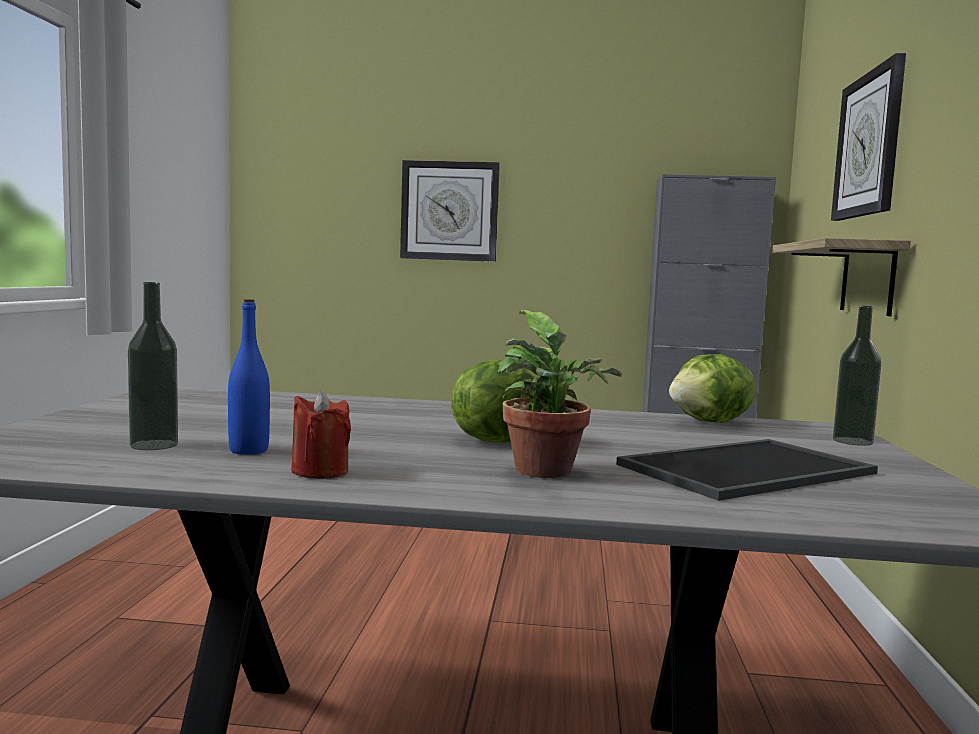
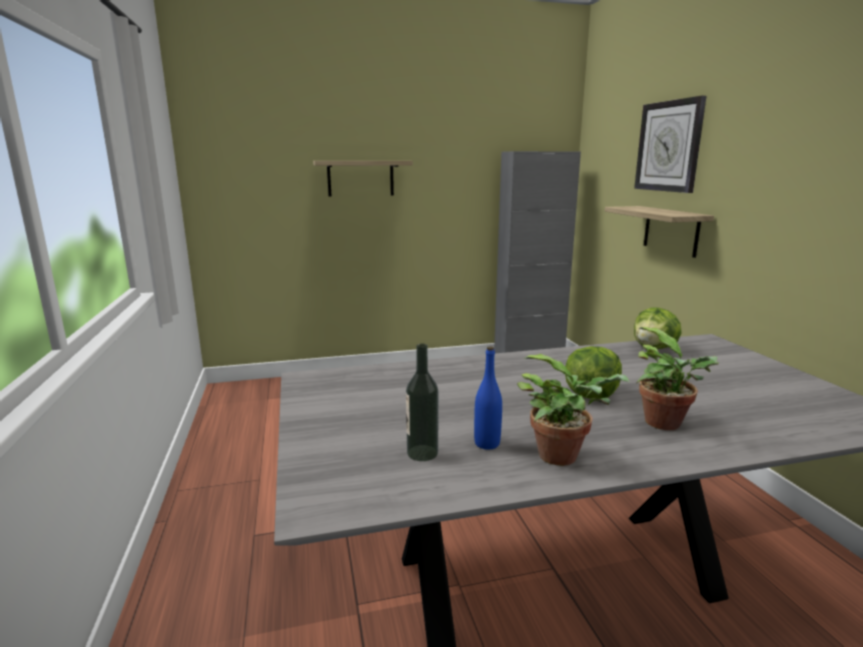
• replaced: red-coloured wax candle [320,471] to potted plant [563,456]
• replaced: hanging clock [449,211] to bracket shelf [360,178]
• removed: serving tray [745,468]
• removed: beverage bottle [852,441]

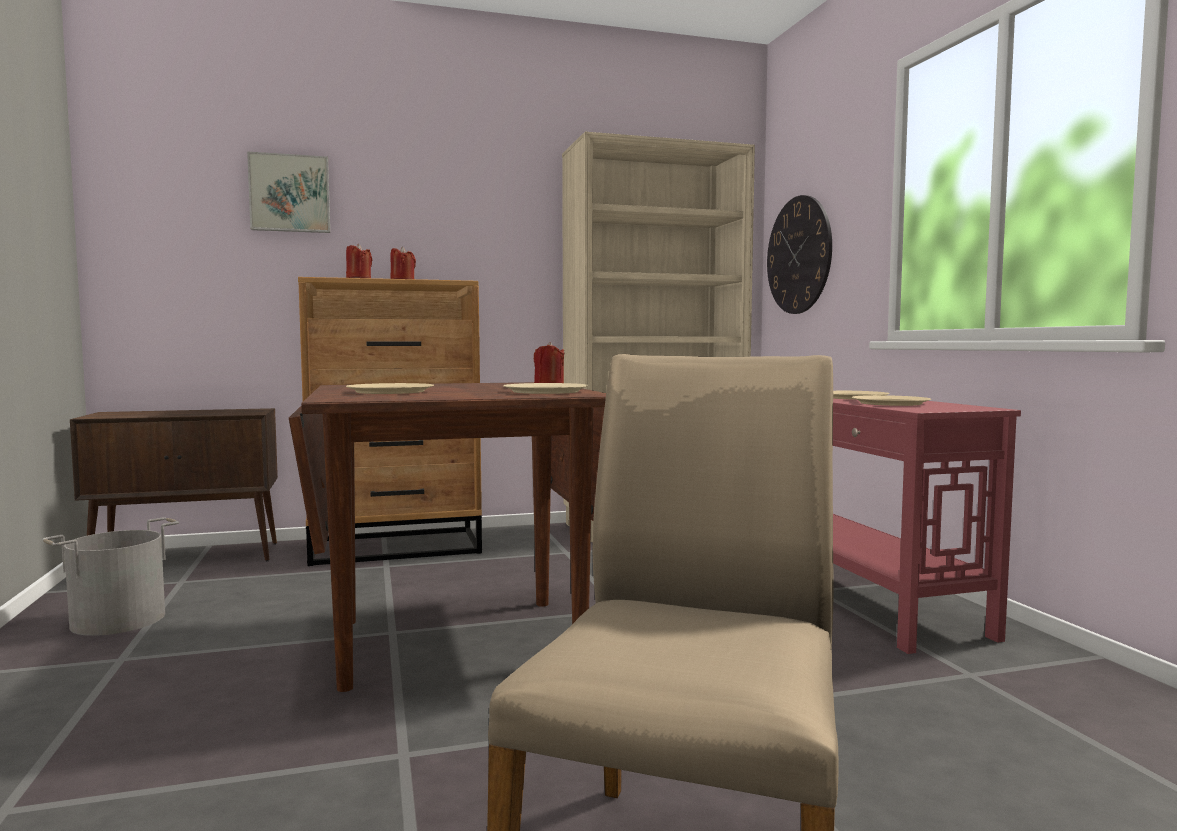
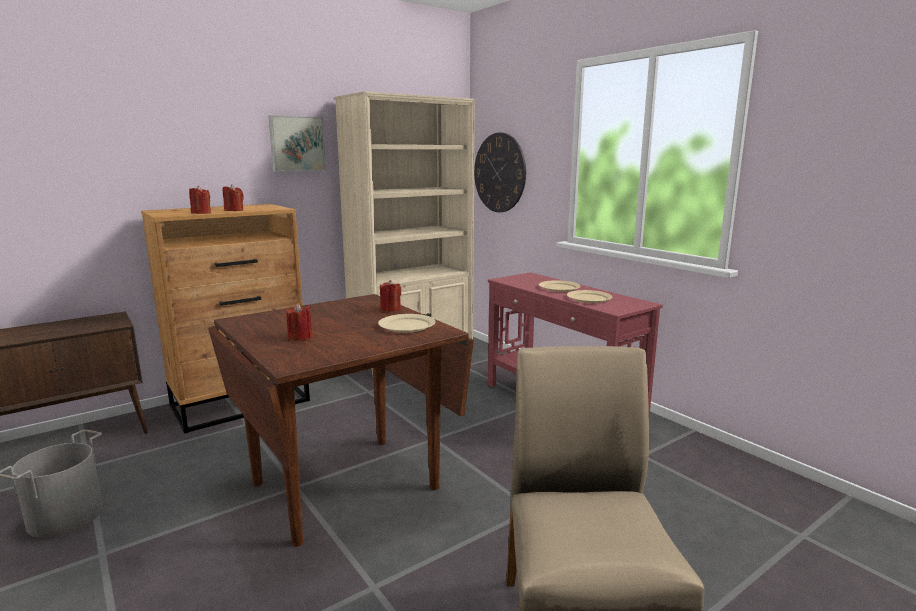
• moved: wall picture [290,194] to [296,144]
• replaced: beige-coloured dinner plate [391,391] to red-coloured wax candle [300,337]

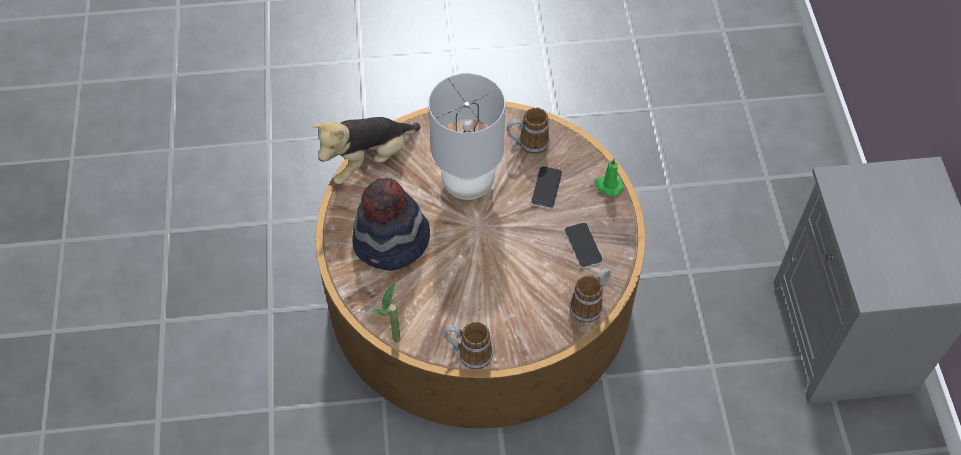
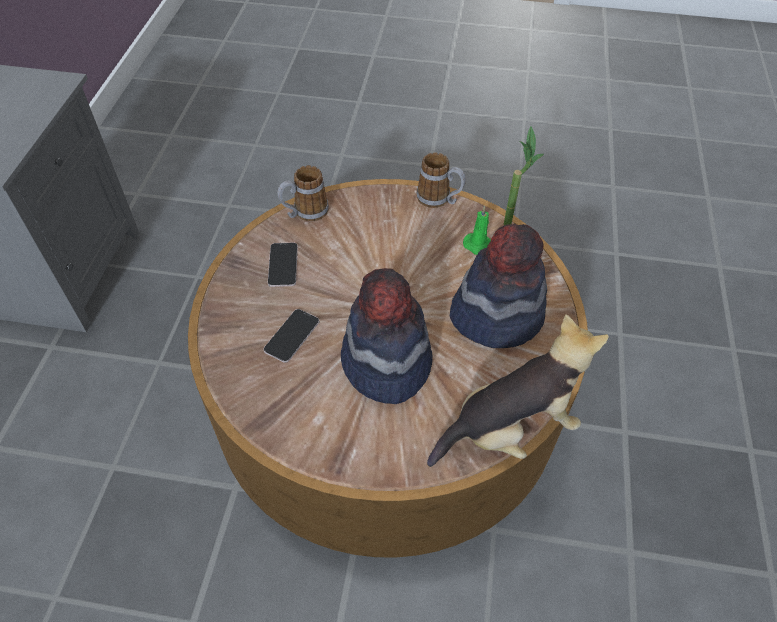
• replaced: gray tabletop lamp [468,184] to clothing hat [385,363]
• removed: coffee mug [527,144]
• moved: greenish wax candle [608,185] to [479,246]

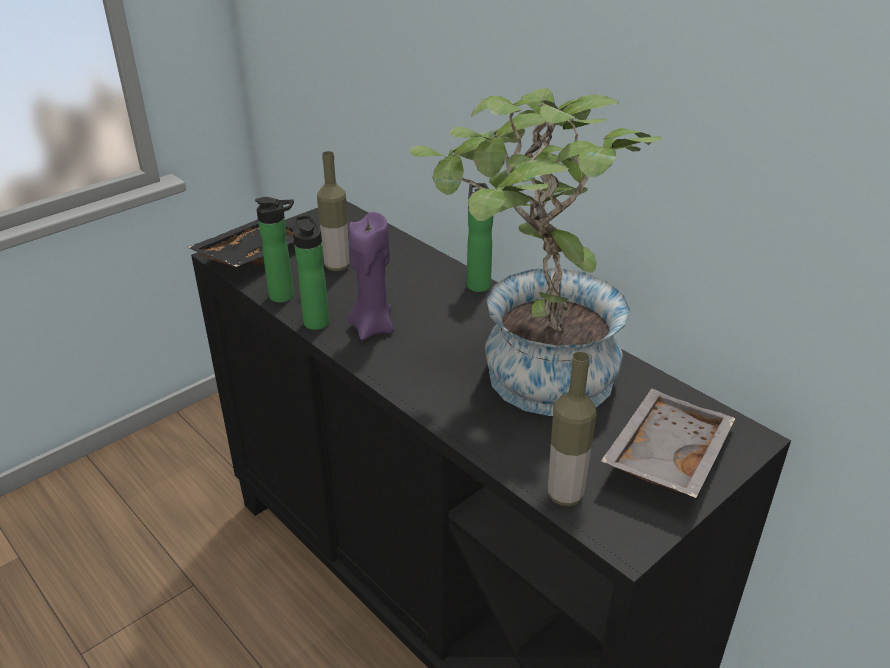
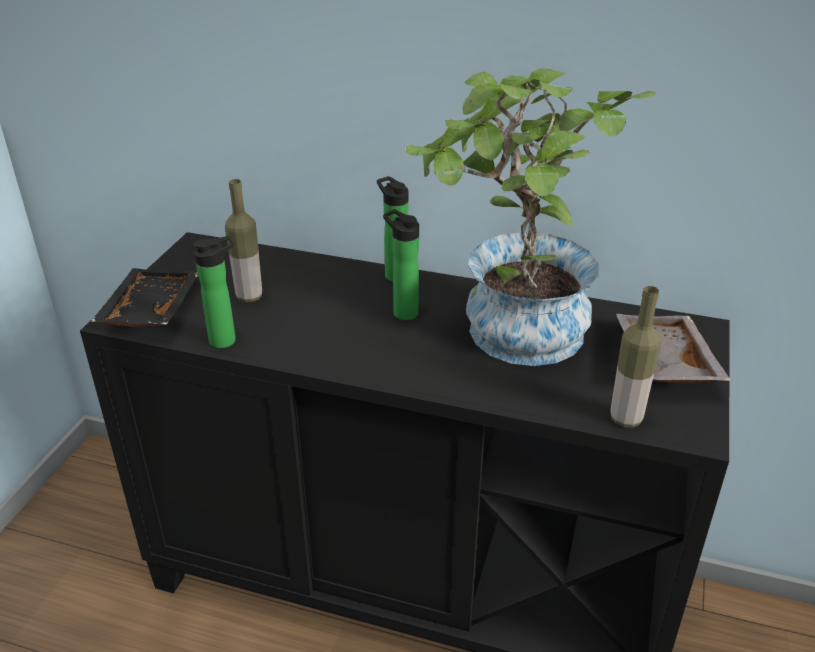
• moved: beverage bottle [315,320] to [402,312]
• removed: purple-coloured wax candle [372,328]

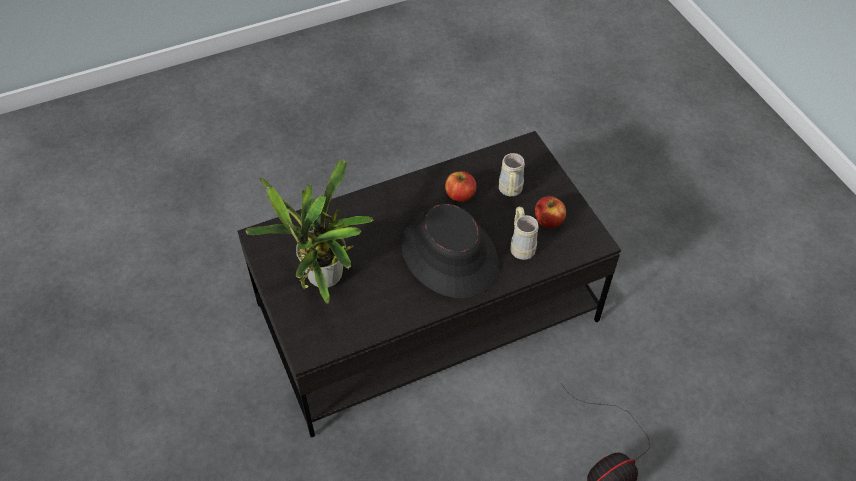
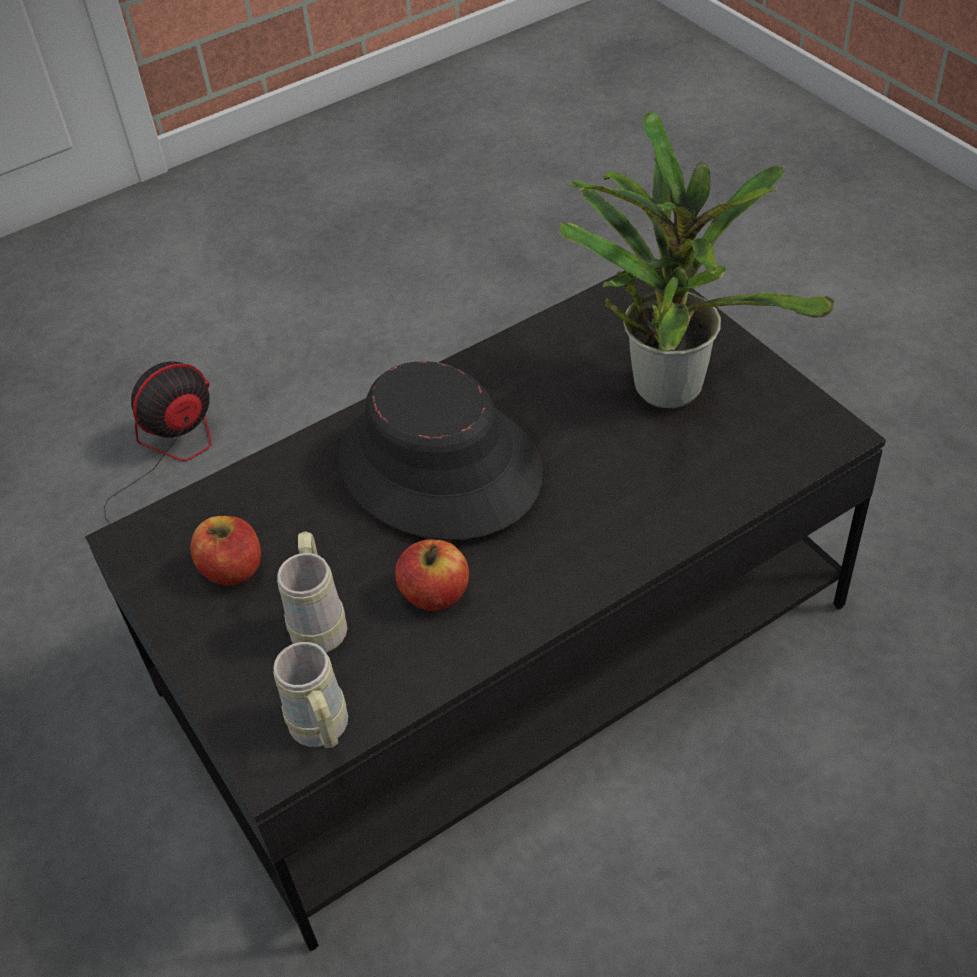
• moved: beige-coloured coffee mug [521,245] to [322,732]

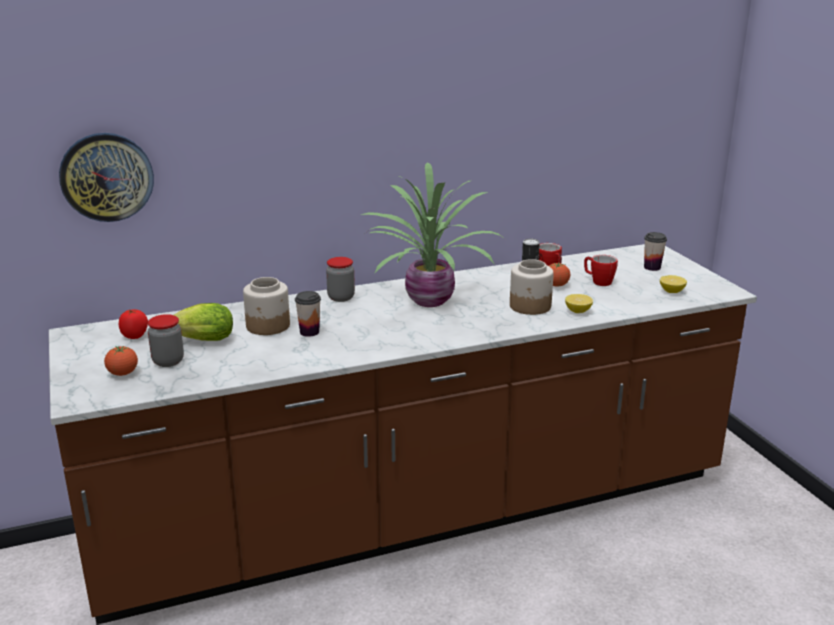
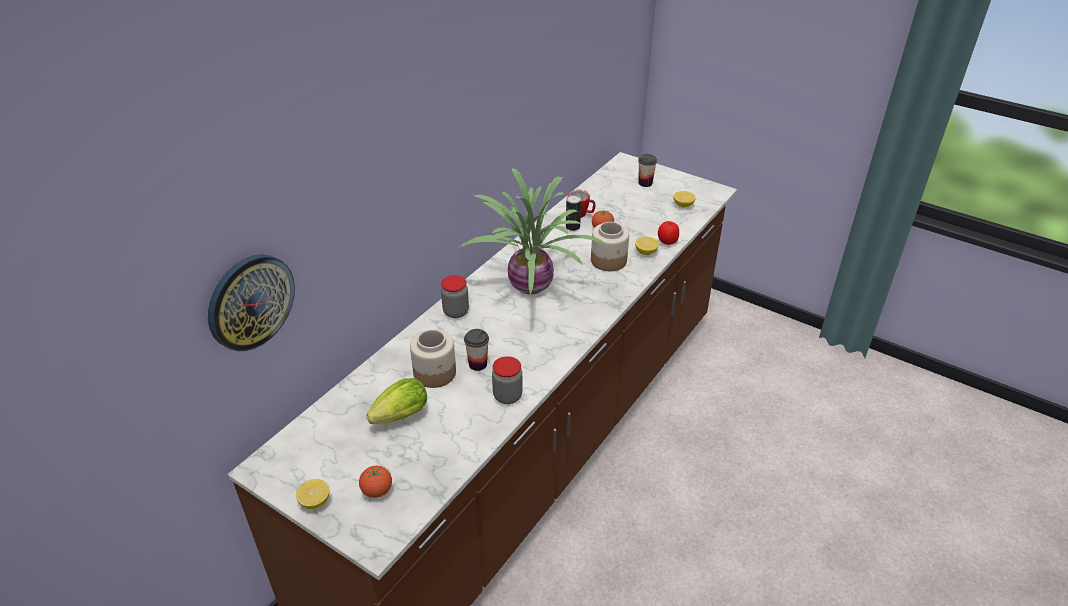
• moved: fresh tomato [135,336] to [667,241]
• moved: preserve jar [168,361] to [507,396]
• removed: coffee mug [598,281]
• added: whole lemon [315,502]

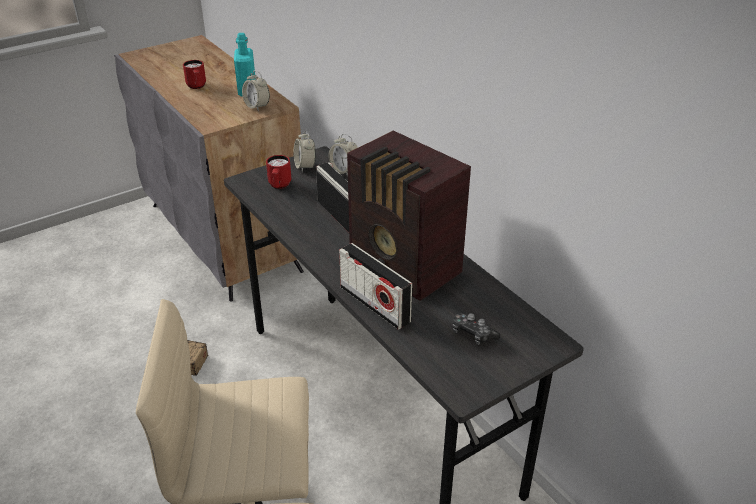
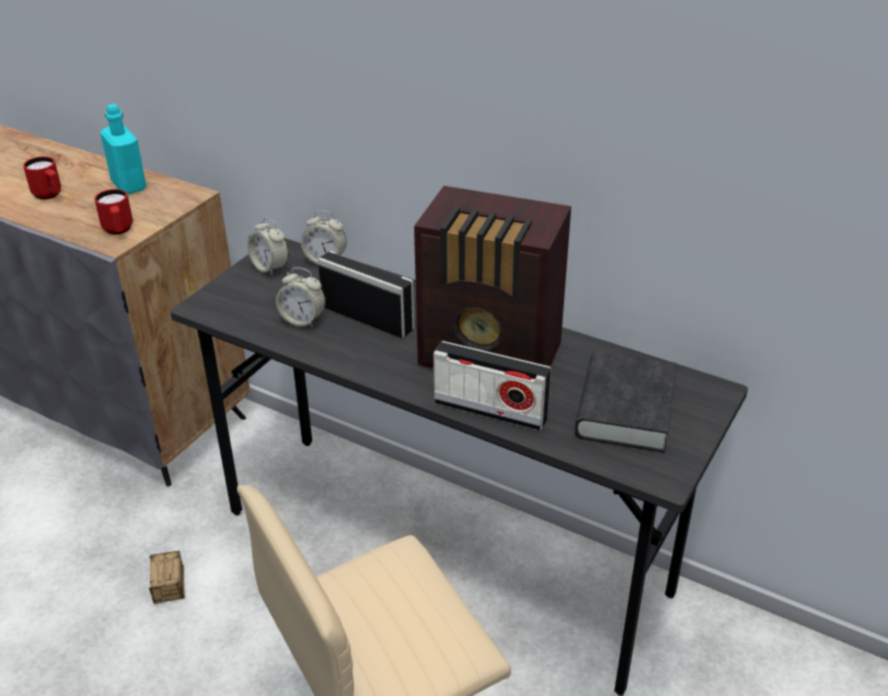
• moved: table clock [257,106] to [303,320]
• moved: red-coloured coffee mug [279,186] to [119,231]
• replaced: joypad [472,334] to blackish bound book [625,409]

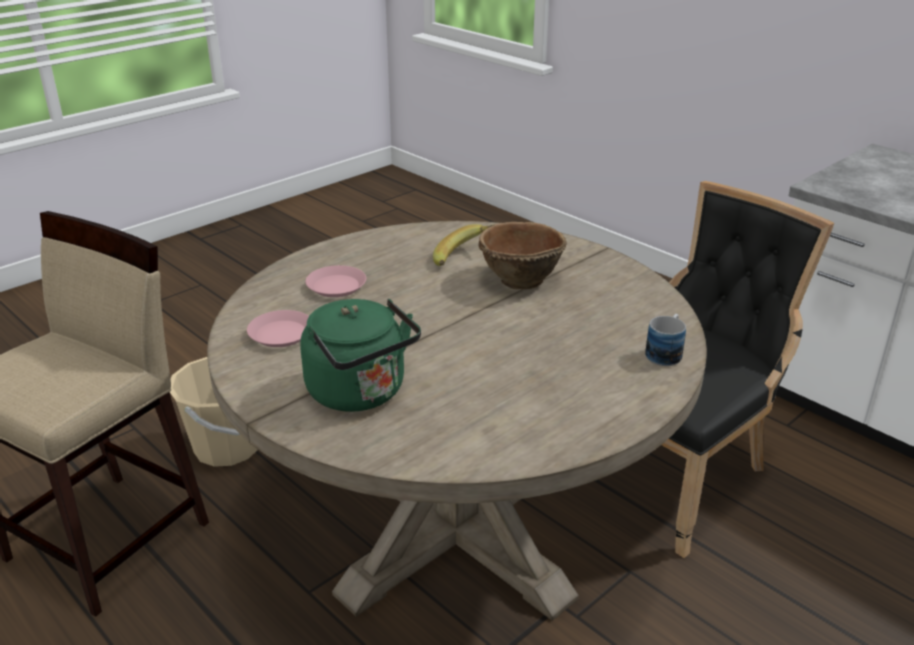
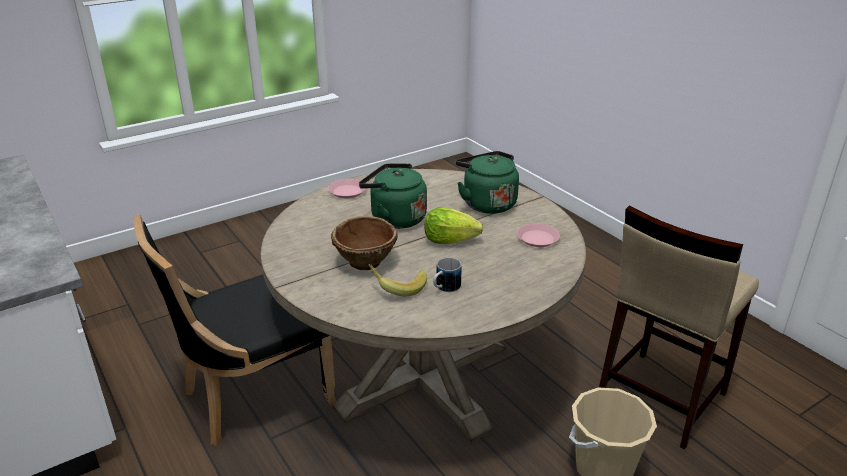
• moved: pinkish dinner plate [336,286] to [347,191]
• moved: coffee mug [665,352] to [445,288]
• added: greenish tea kettle [394,218]
• added: lettuce [449,240]

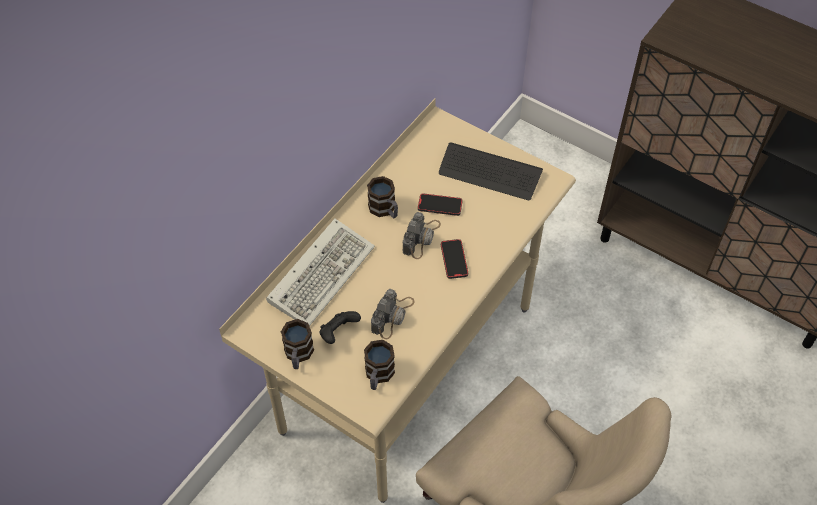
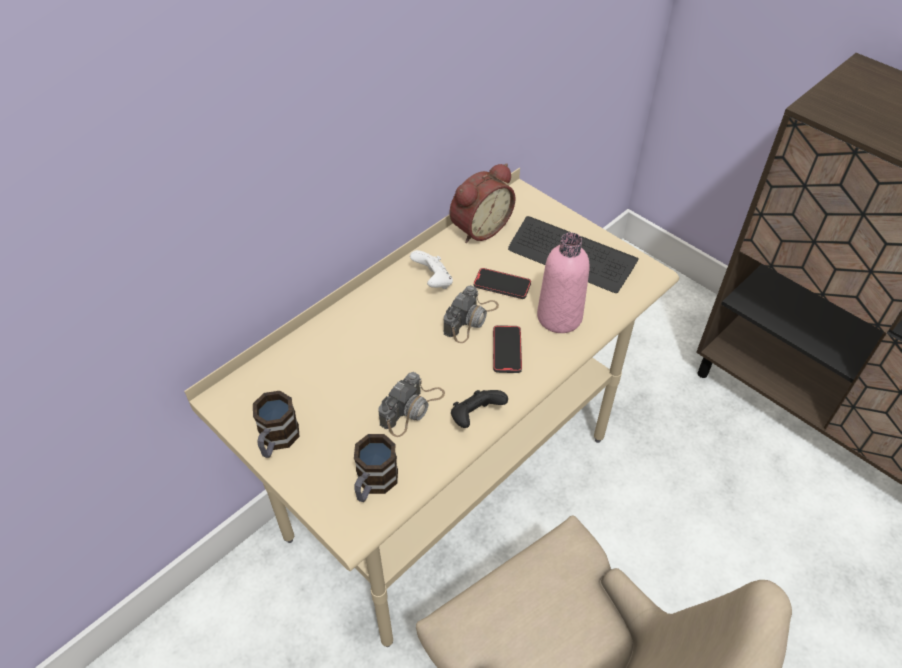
• removed: computer keyboard [322,272]
• moved: blackish joypad [338,333] to [475,417]
• replaced: coffee mug [385,210] to white joypad [433,281]
• added: table clock [479,227]
• added: pinkish beverage bottle [559,317]

